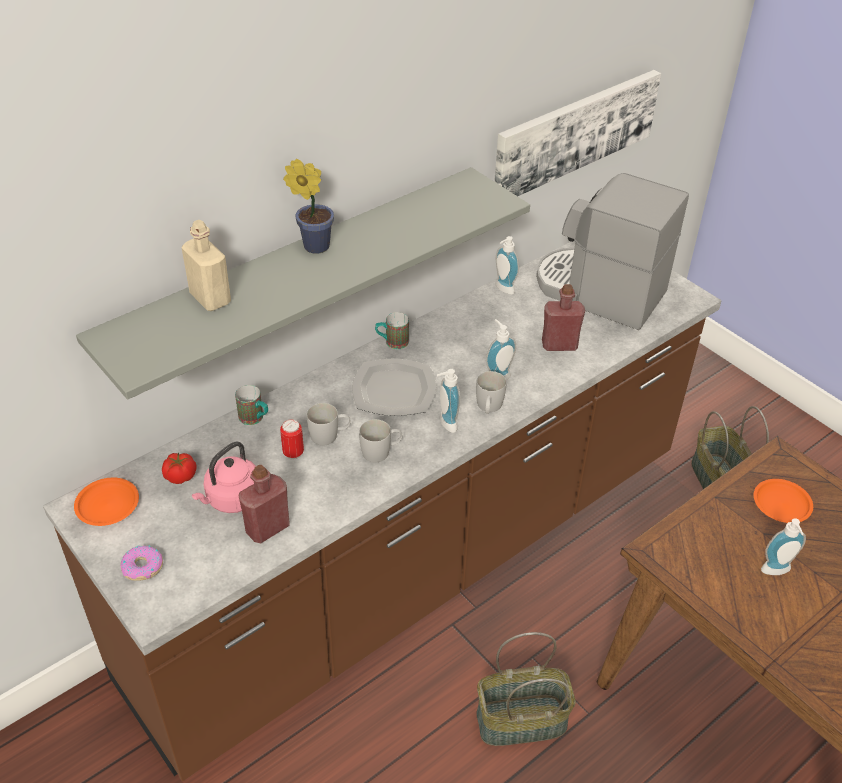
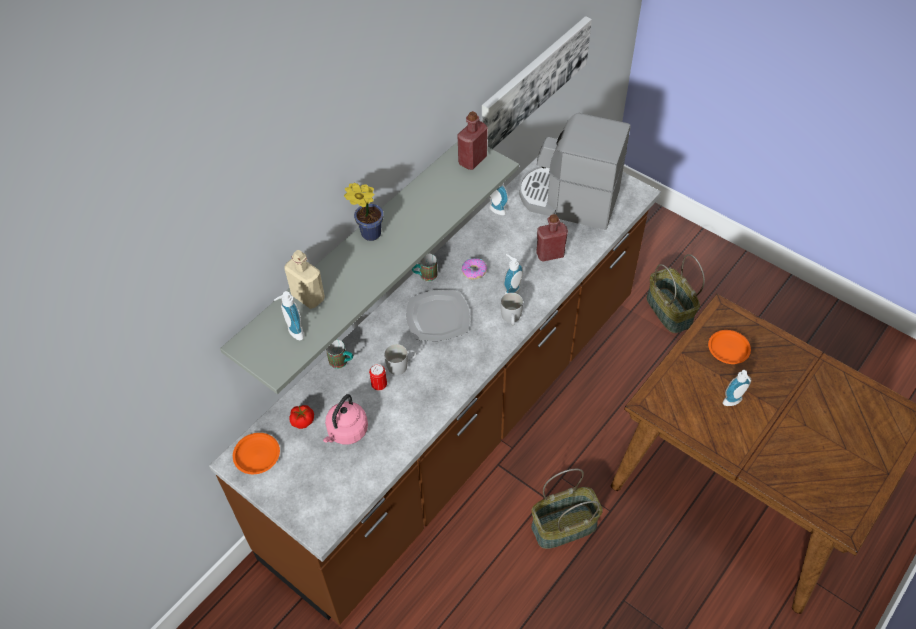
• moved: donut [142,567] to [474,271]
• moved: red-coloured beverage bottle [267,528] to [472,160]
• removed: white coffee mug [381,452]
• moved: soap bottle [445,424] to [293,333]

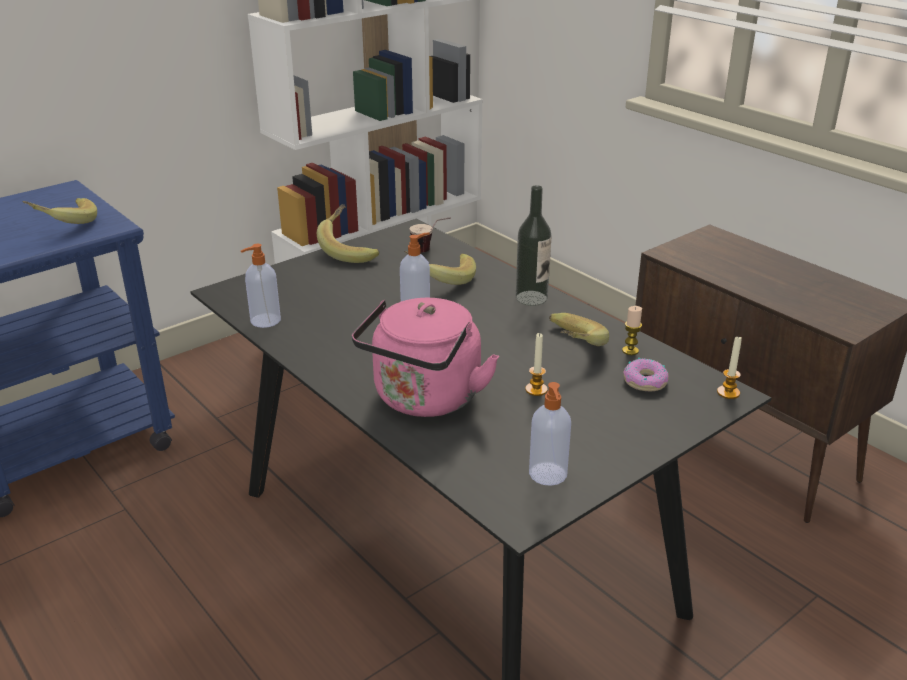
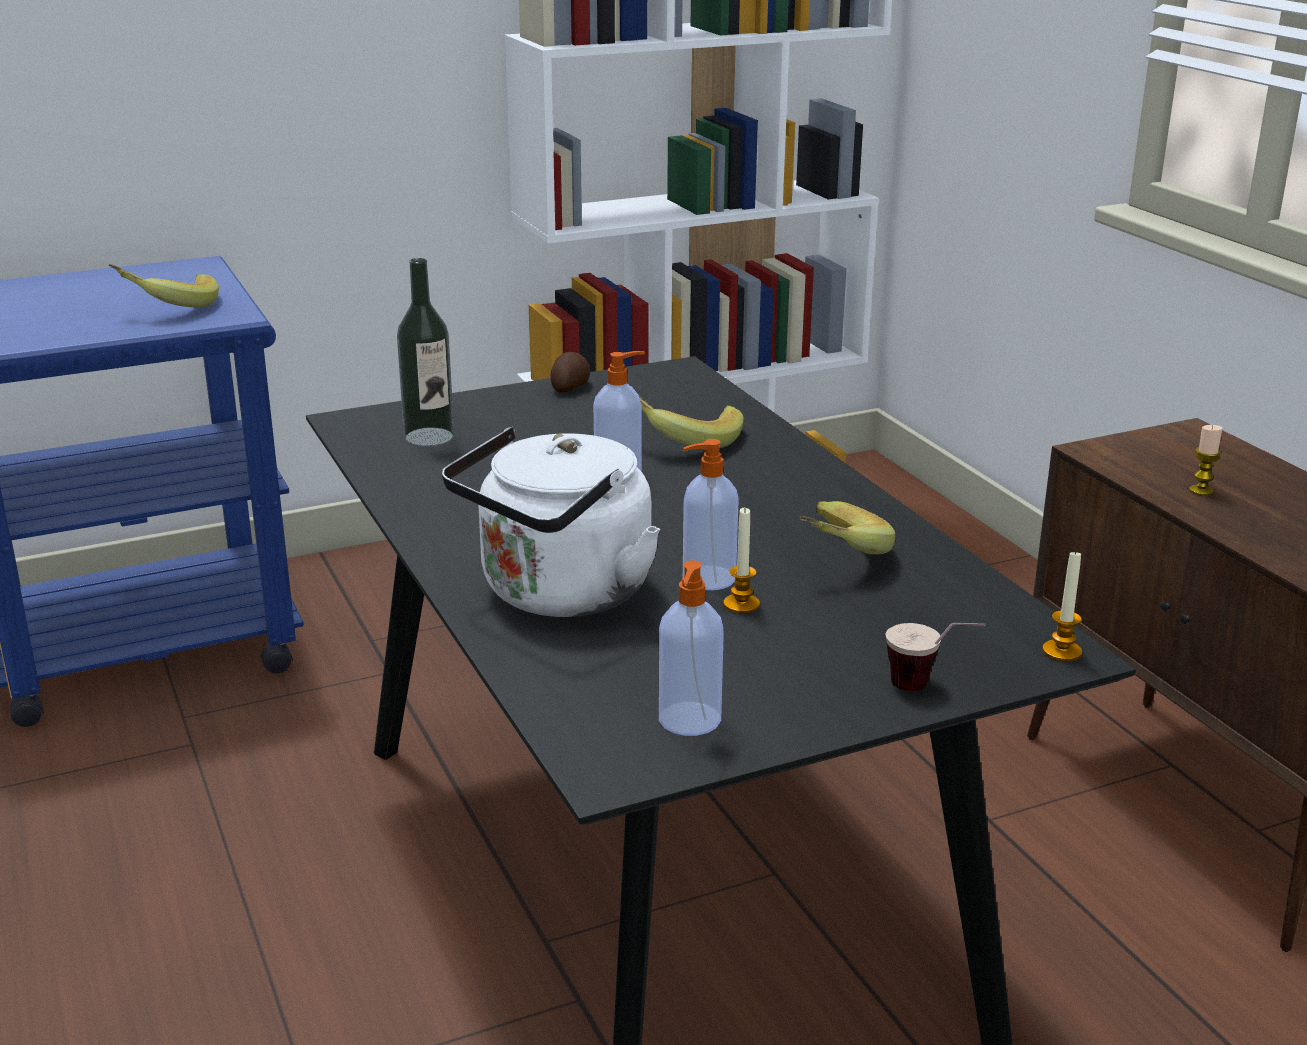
• moved: soap bottle [264,321] to [707,579]
• replaced: banana [351,250] to potato [569,387]
• recoloured: pinkish tea kettle [425,400] to white tea kettle [559,595]
• moved: small cup [430,251] to [929,689]
• moved: beverage bottle [531,298] to [429,437]
• moved: wax candle [630,351] to [1201,491]
• removed: donut [645,381]

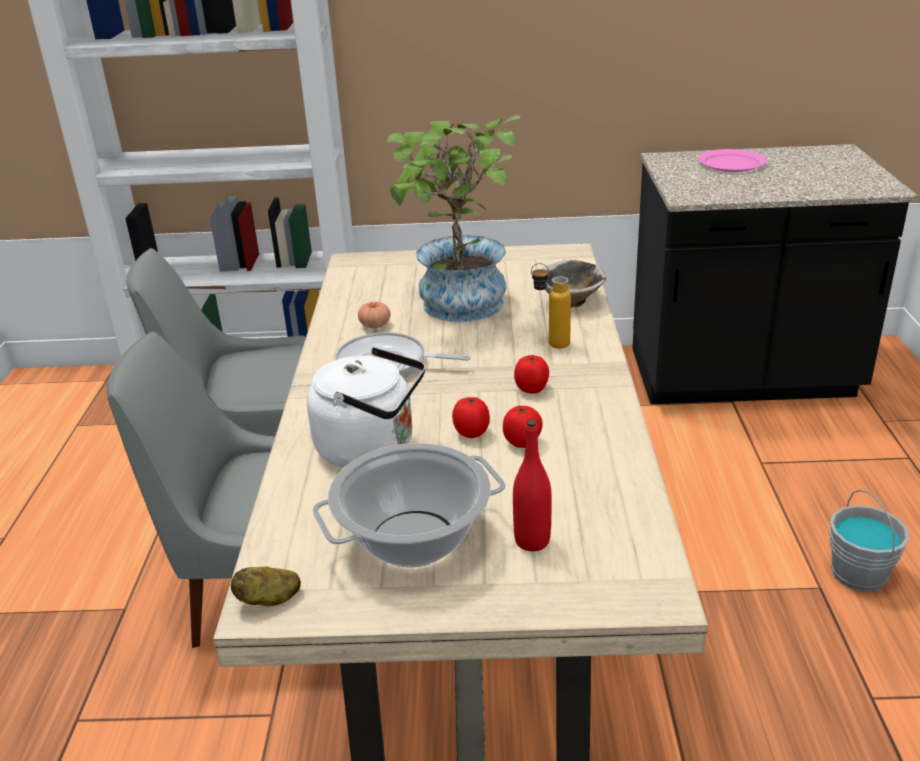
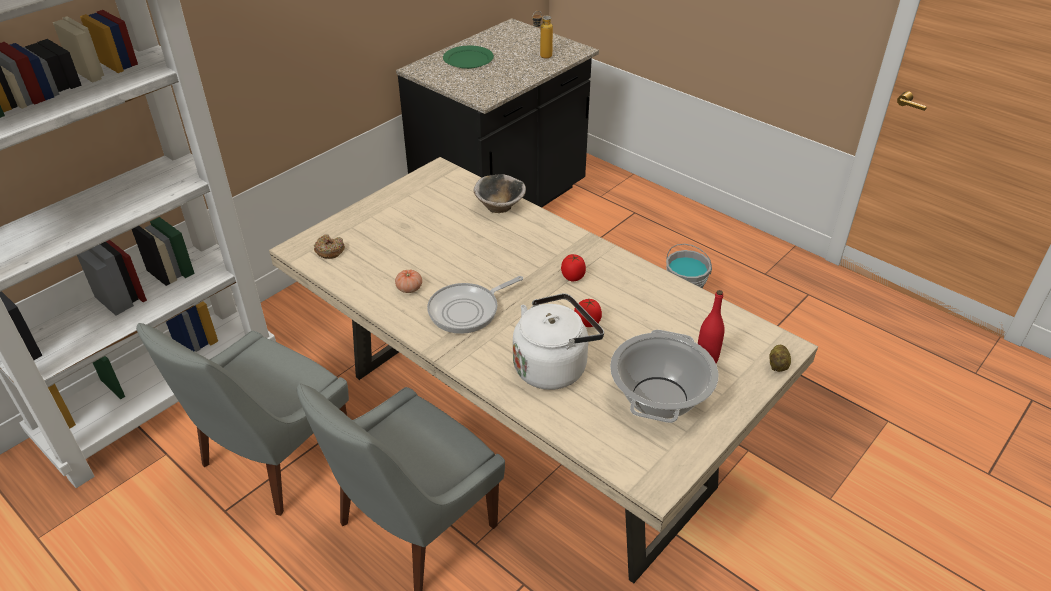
• moved: potato [268,600] to [778,365]
• removed: potted plant [458,309]
• removed: fresh tomato [522,442]
• moved: beverage bottle [550,343] to [541,57]
• recoloured: pinkish dinner plate [732,163] to greenish dinner plate [468,59]
• added: donut [330,251]

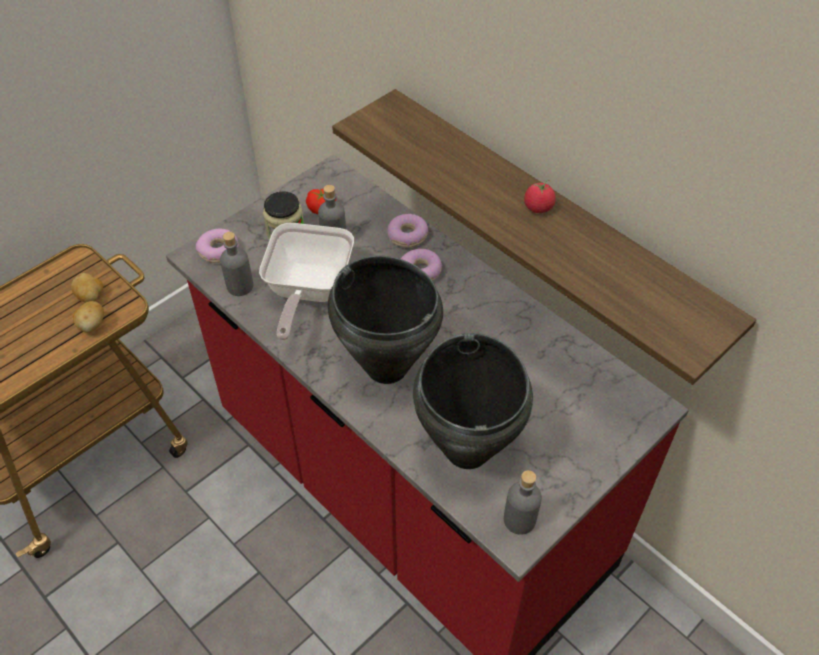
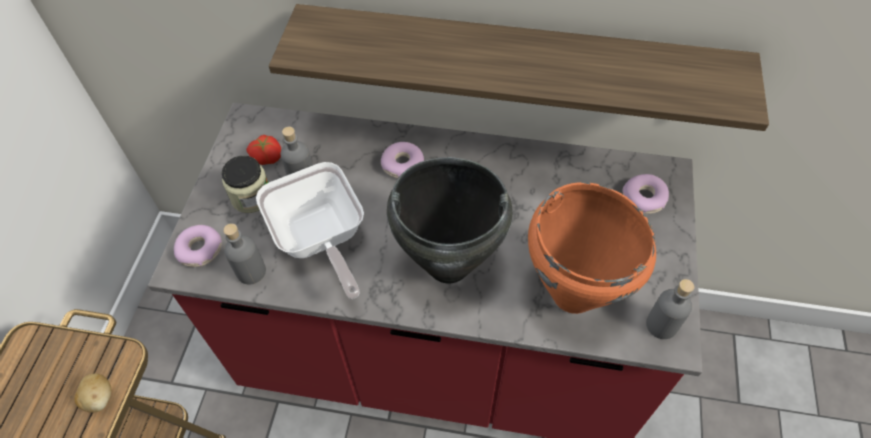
• removed: potato [91,297]
• moved: donut [407,236] to [644,198]
• recoloured: blackish stockpot [468,449] to orangey stockpot [573,293]
• removed: fresh tomato [538,207]

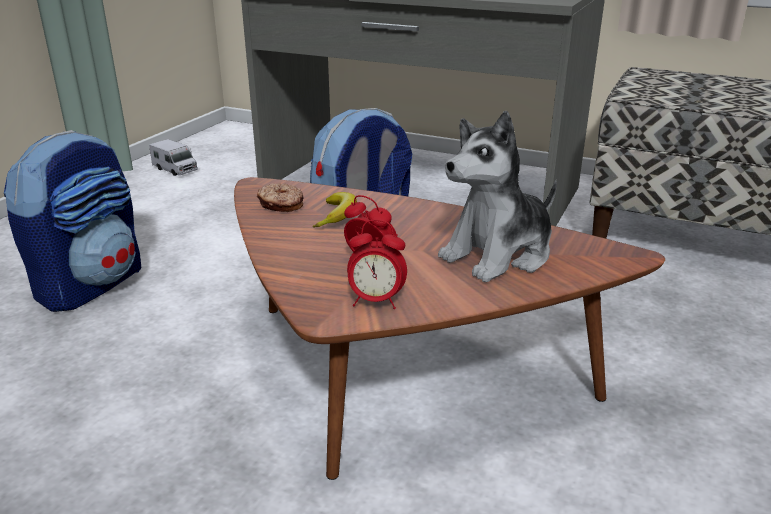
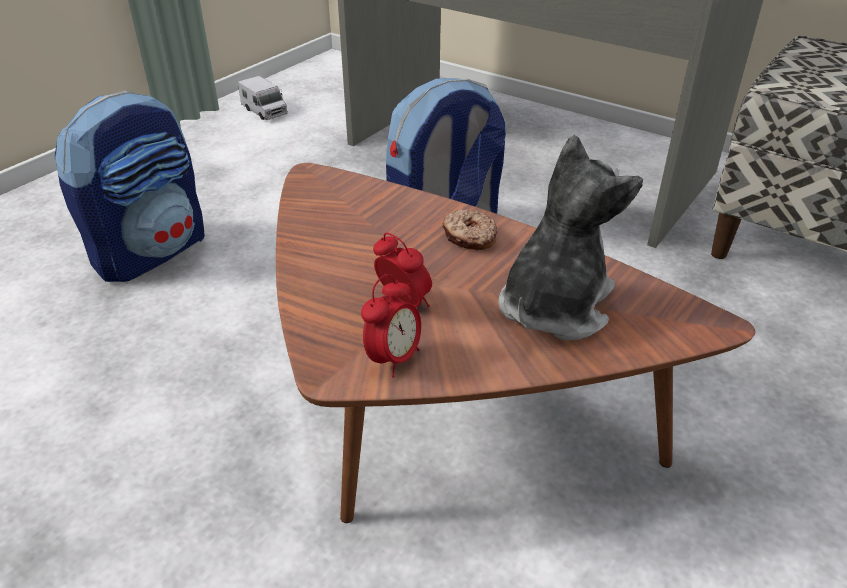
• moved: donut [281,205] to [469,238]
• removed: banana [337,216]
• turned: table clock [376,301] = [393,359] 75 degrees counterclockwise
• turned: soft toy [499,255] = [554,306] 150 degrees clockwise

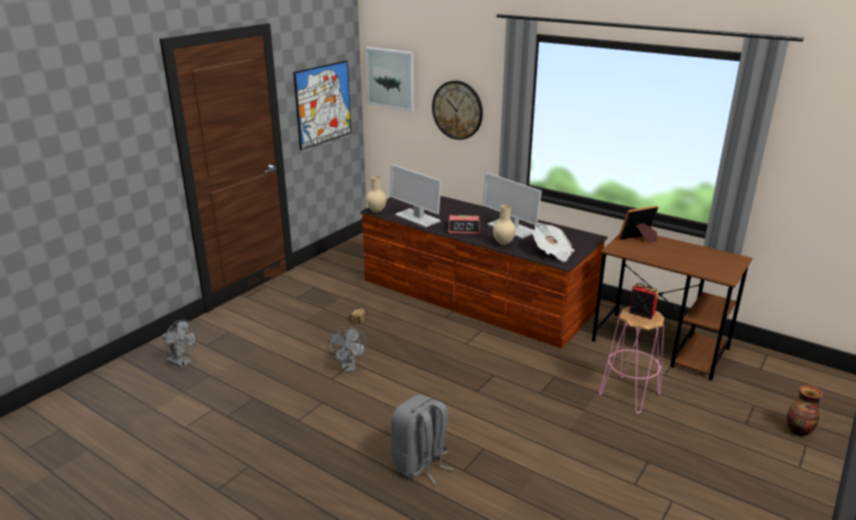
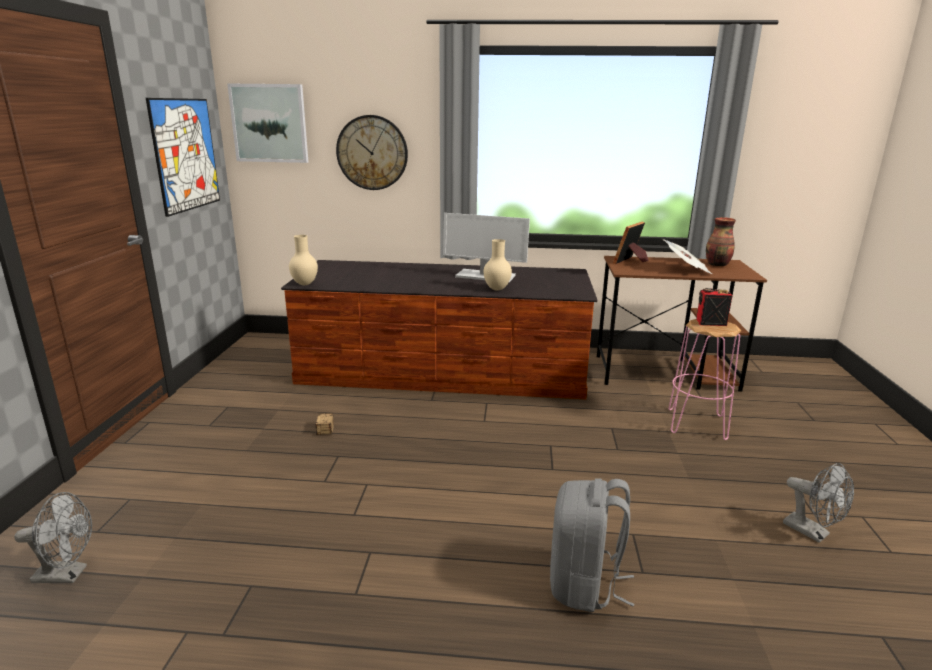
• moved: gray cooling fan [349,368] to [812,532]
• removed: computer display [416,218]
• removed: table clock [464,229]
• moved: printed paper [552,252] to [686,270]
• moved: decorative vase [798,431] to [717,265]

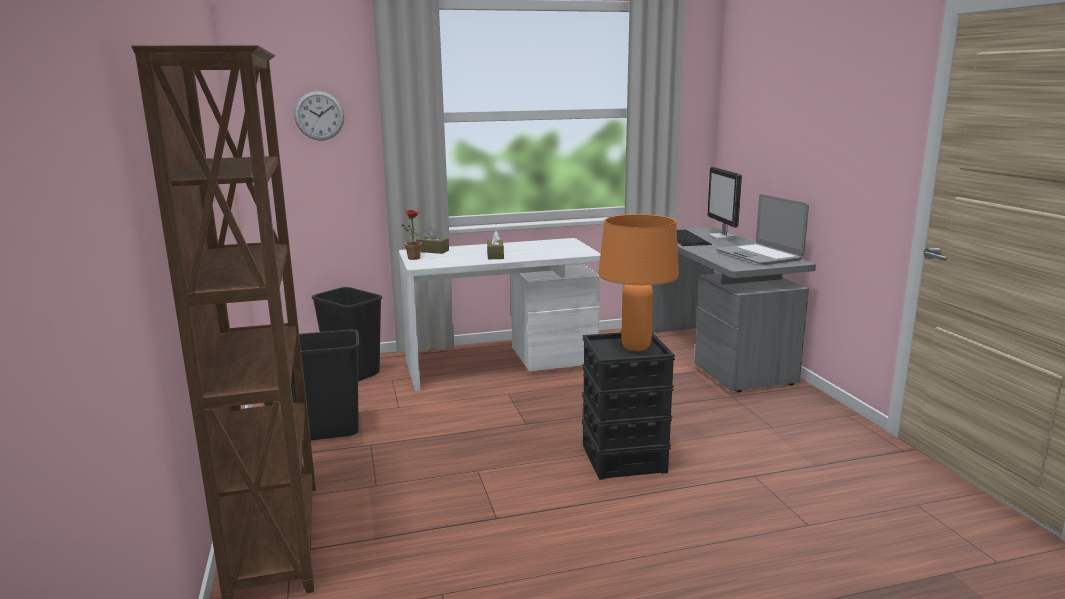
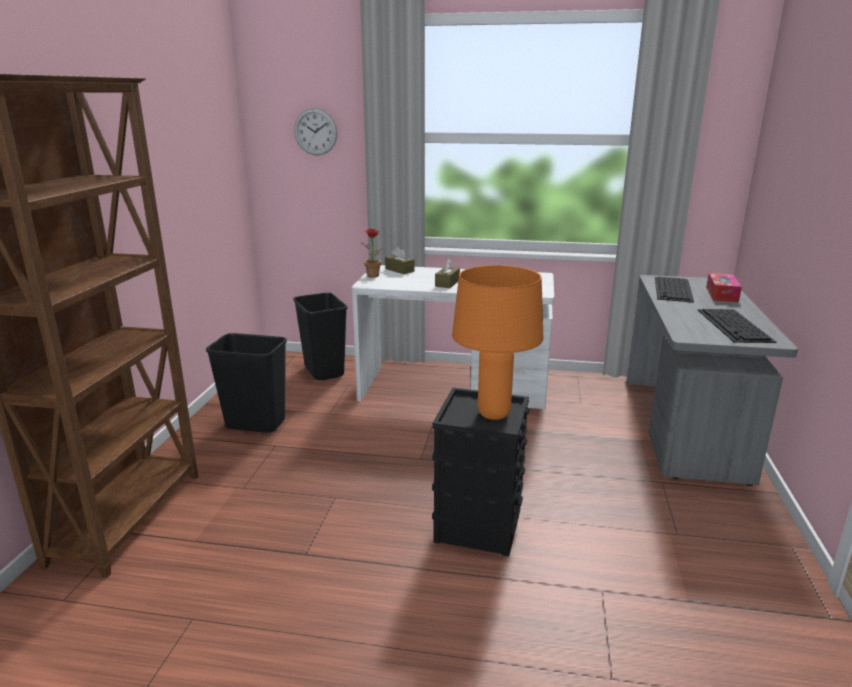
• replaced: computer display [723,237] to tissue box [721,294]
• replaced: notebook computer [759,255] to computer keyboard [735,325]

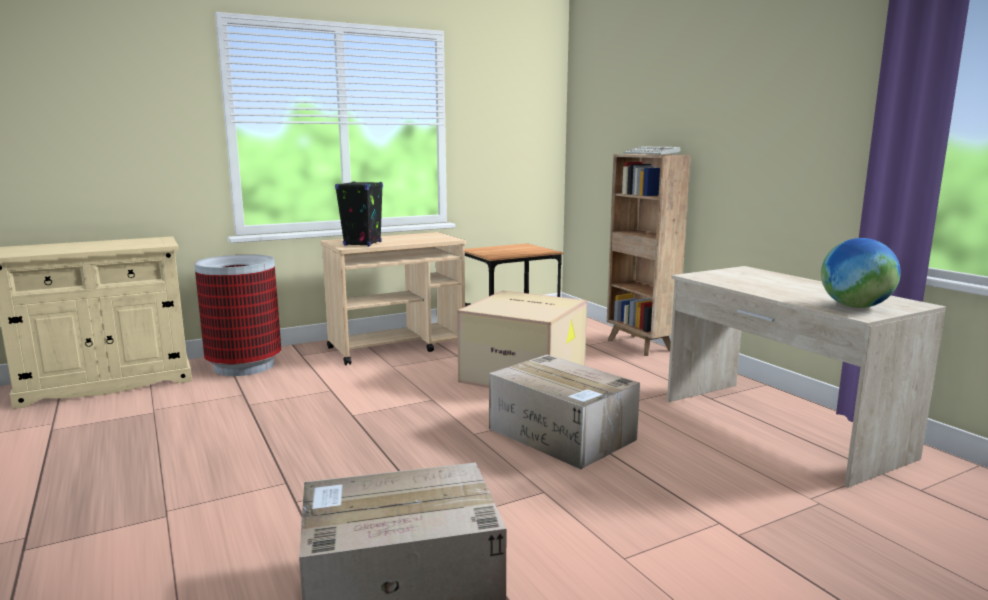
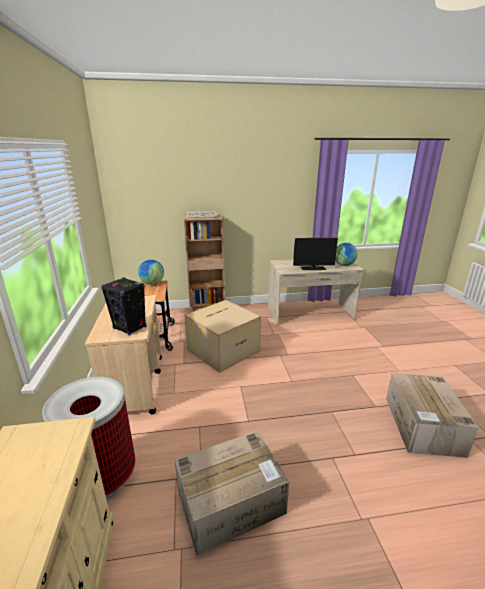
• moved: packing box [563,434] to [232,501]
• added: world globe [152,283]
• added: computer display [313,268]

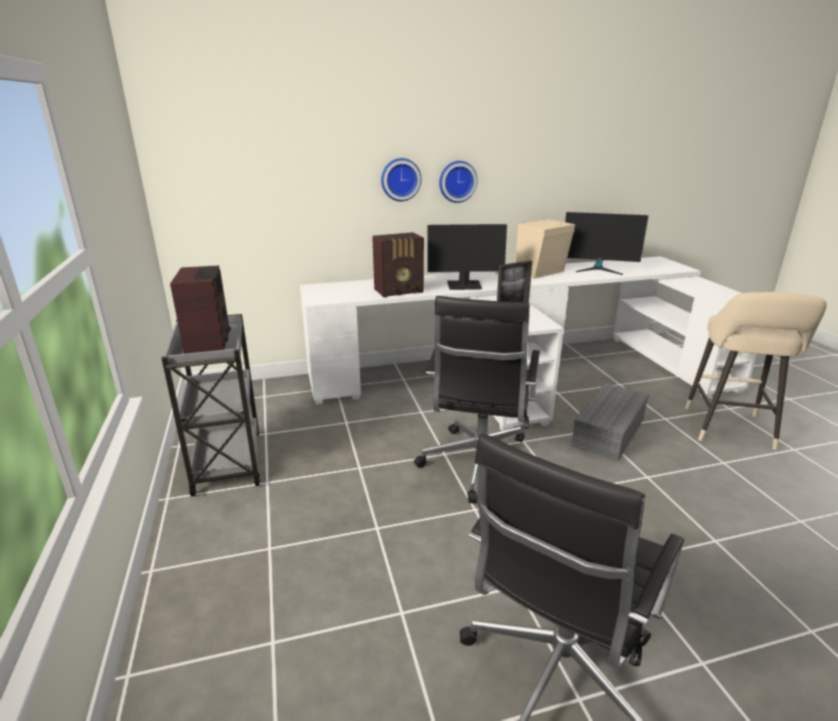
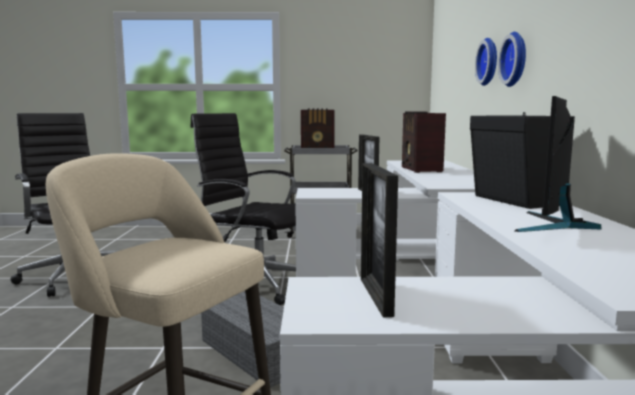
• removed: computer display [464,286]
• recoloured: beige-coloured speaker [541,272] to blackish speaker [516,201]
• added: standing frame [375,296]

